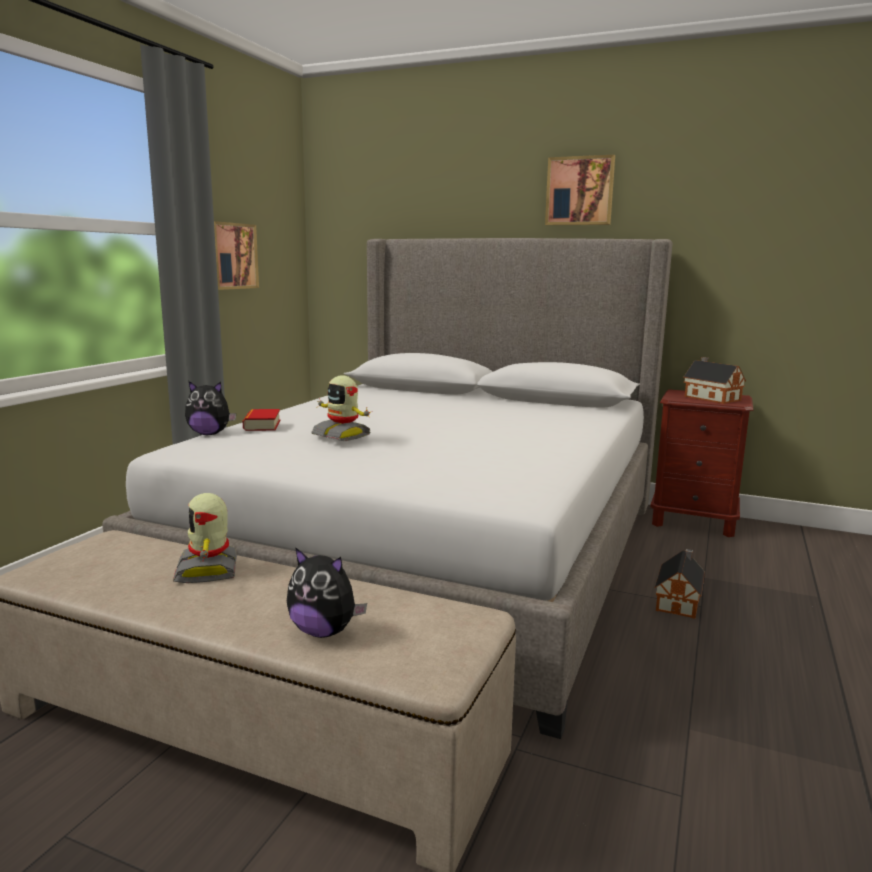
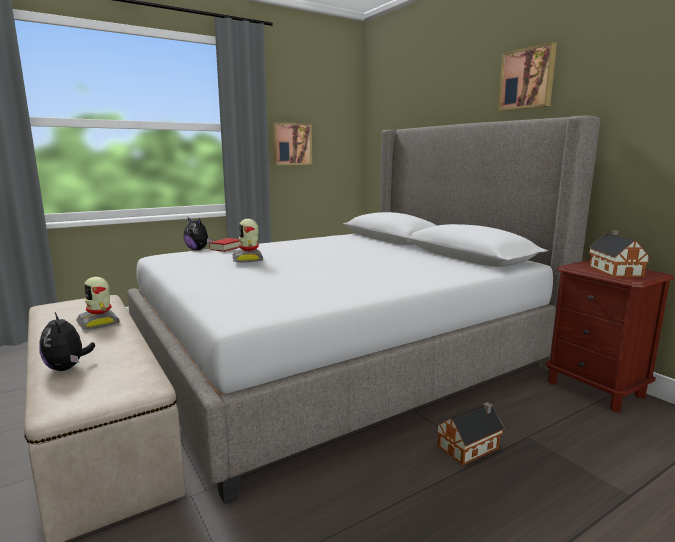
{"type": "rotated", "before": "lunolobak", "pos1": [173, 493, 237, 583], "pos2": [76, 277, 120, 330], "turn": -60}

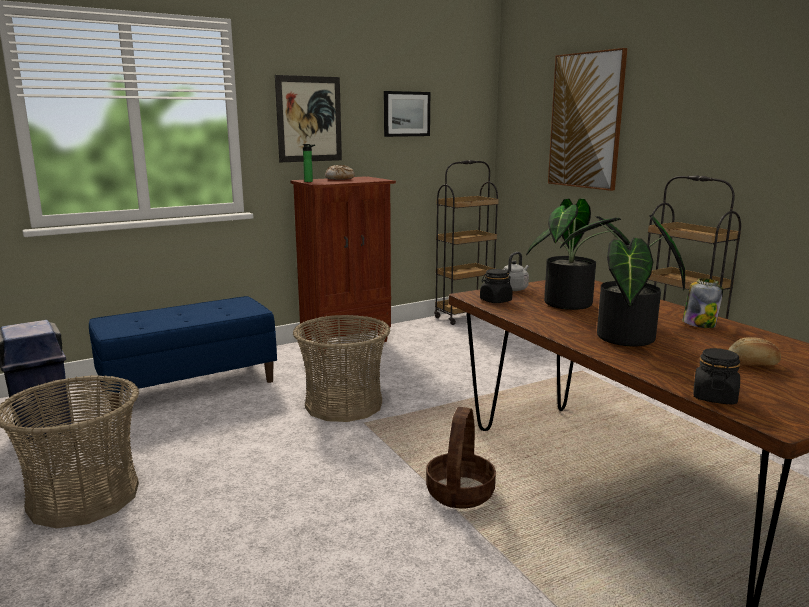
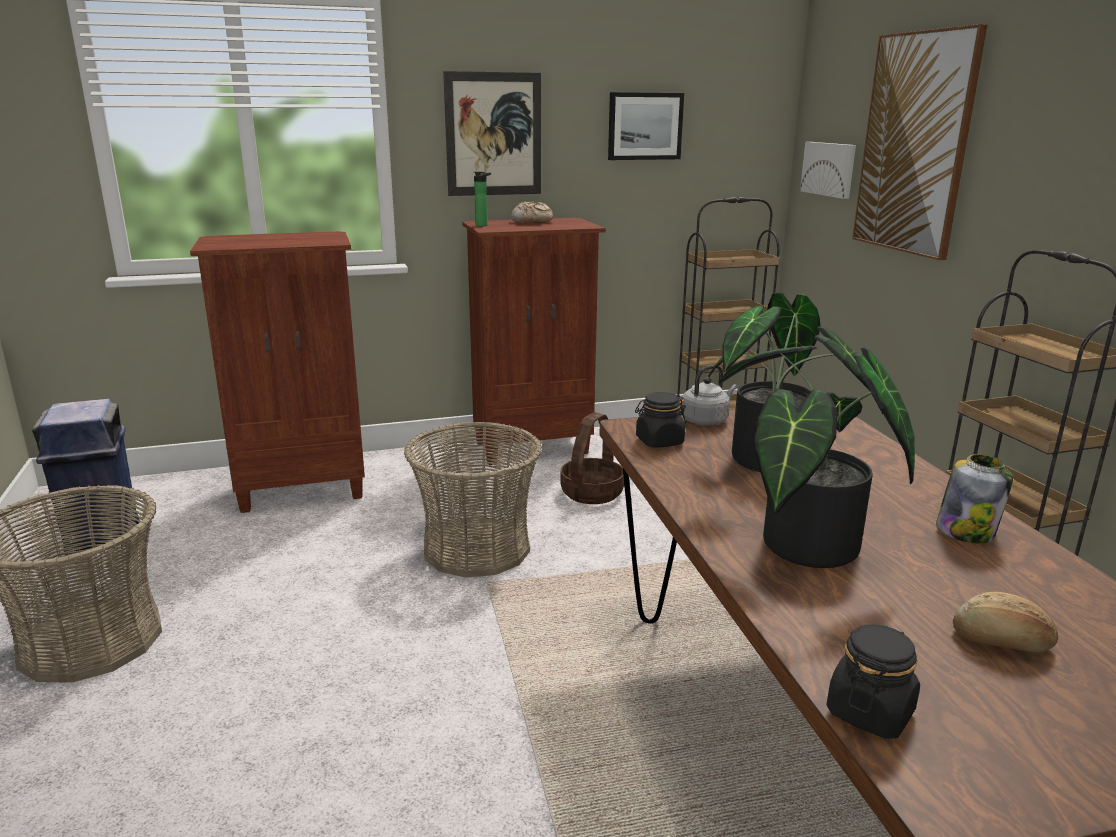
{"type": "swapped", "before": "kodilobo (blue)", "after": "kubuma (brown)", "pos1": [89, 296, 277, 417], "pos2": [190, 231, 365, 513]}
{"type": "shifted", "before": "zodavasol", "pos1": [426, 407, 496, 508], "pos2": [560, 412, 624, 504]}
{"type": "new", "after": "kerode", "pos2": [800, 142, 856, 199]}

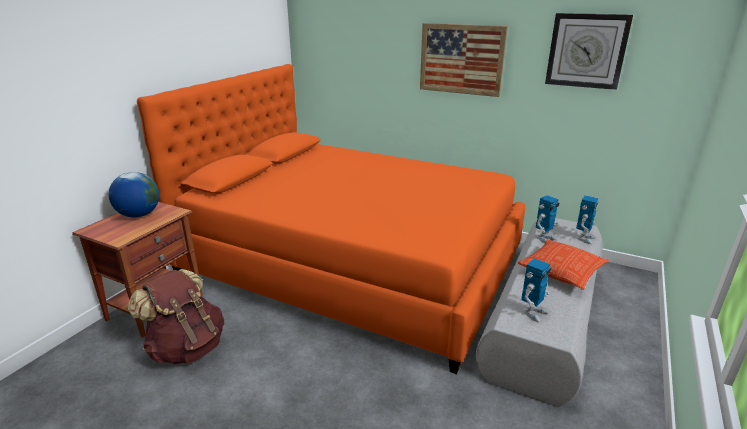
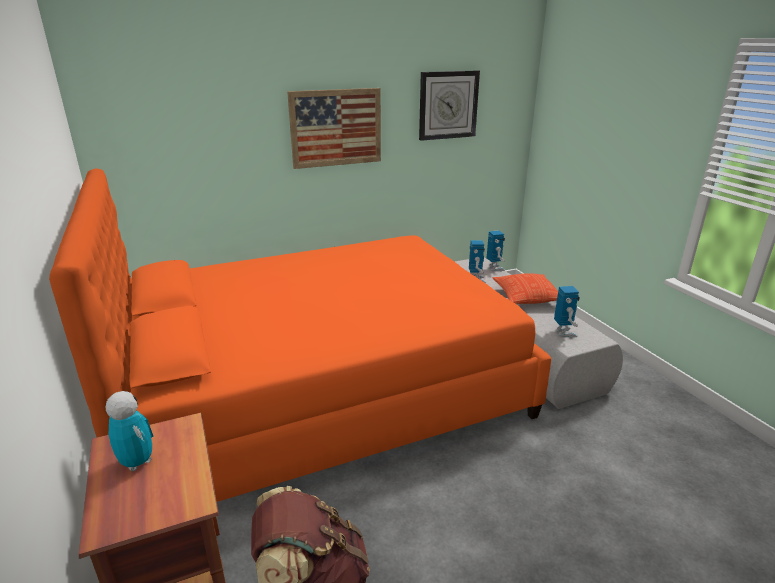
{"type": "swapped", "before": "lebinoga", "after": "lunolobak", "pos1": [109, 172, 160, 218], "pos2": [106, 391, 153, 471]}

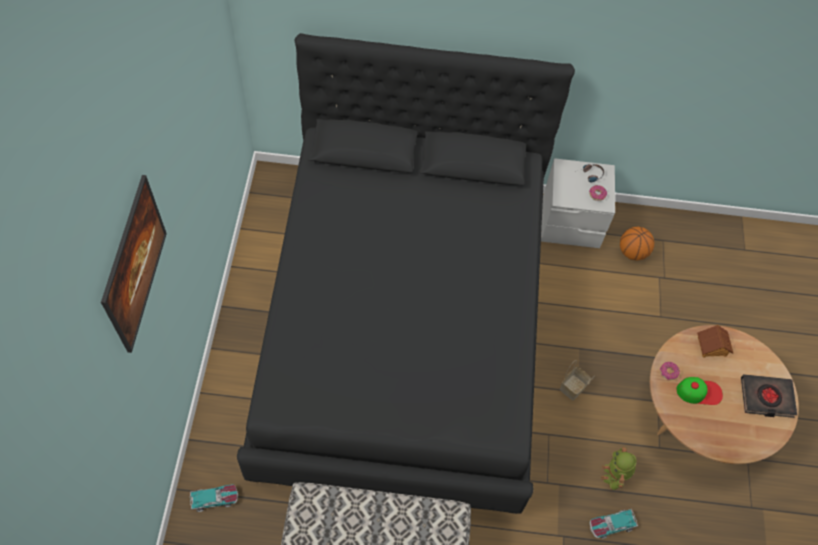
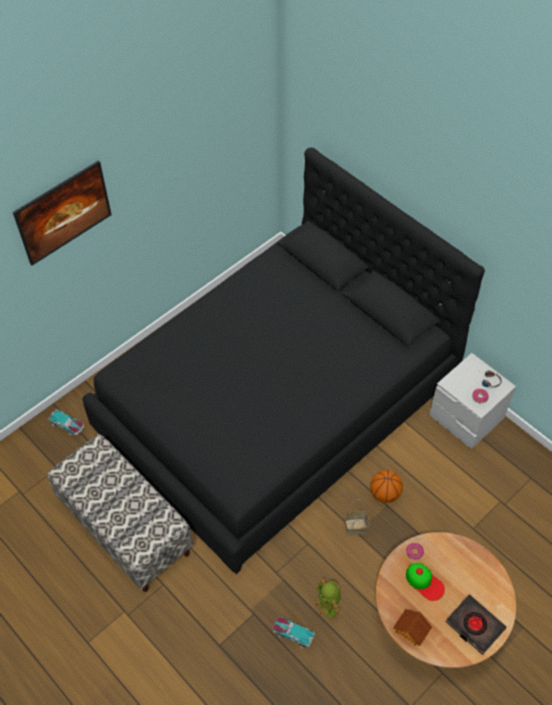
{"type": "rotated", "before": "lunolobak", "pos1": [601, 447, 637, 490], "pos2": [315, 579, 341, 619], "turn": -75}
{"type": "shifted", "before": "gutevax", "pos1": [620, 227, 654, 260], "pos2": [370, 470, 403, 503]}
{"type": "shifted", "before": "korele", "pos1": [697, 325, 733, 357], "pos2": [393, 609, 432, 646]}

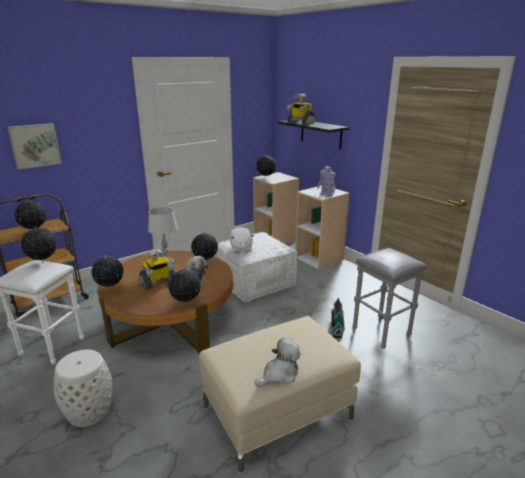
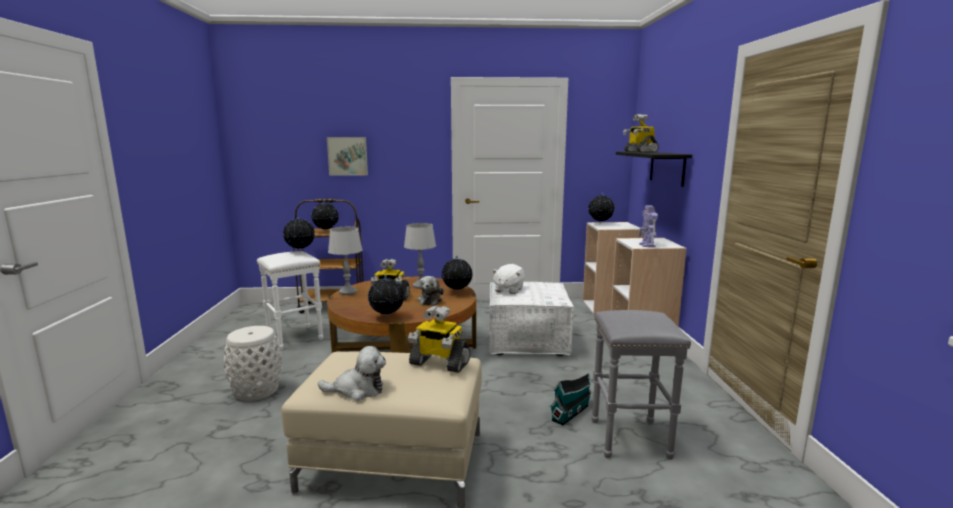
{"type": "swapped", "before": "lebinoga", "after": "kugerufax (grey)", "pos1": [91, 255, 124, 288], "pos2": [328, 227, 363, 295]}
{"type": "new", "after": "lunolobak", "pos2": [408, 305, 470, 373]}

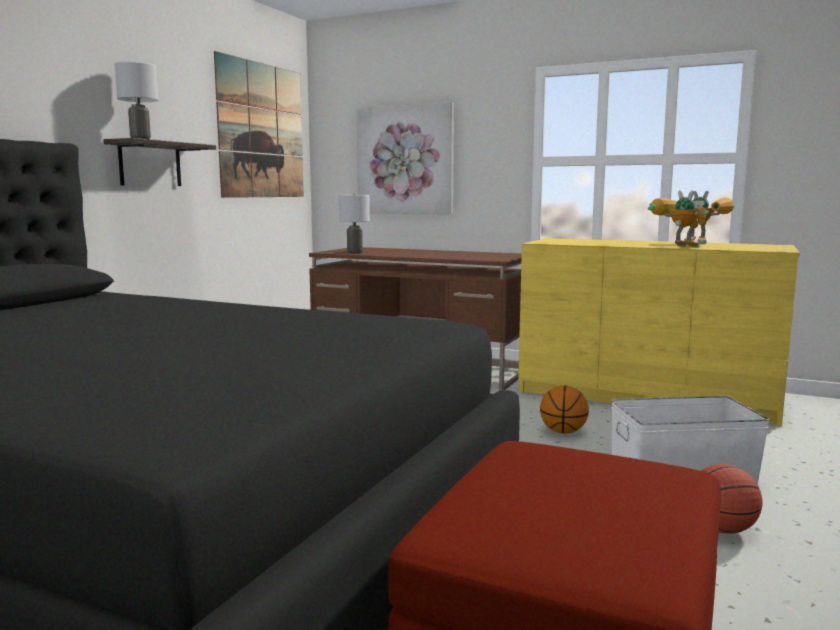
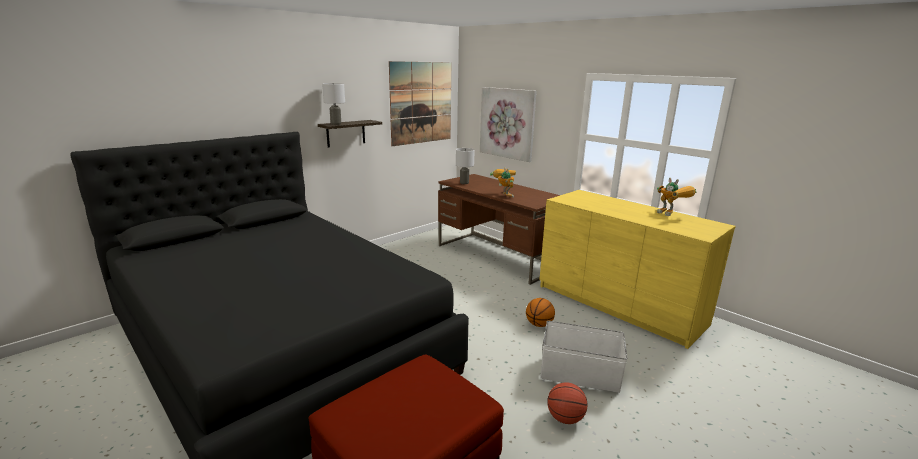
{"type": "shifted", "before": "lunolobak", "pos1": [648, 190, 709, 248], "pos2": [490, 167, 516, 198]}

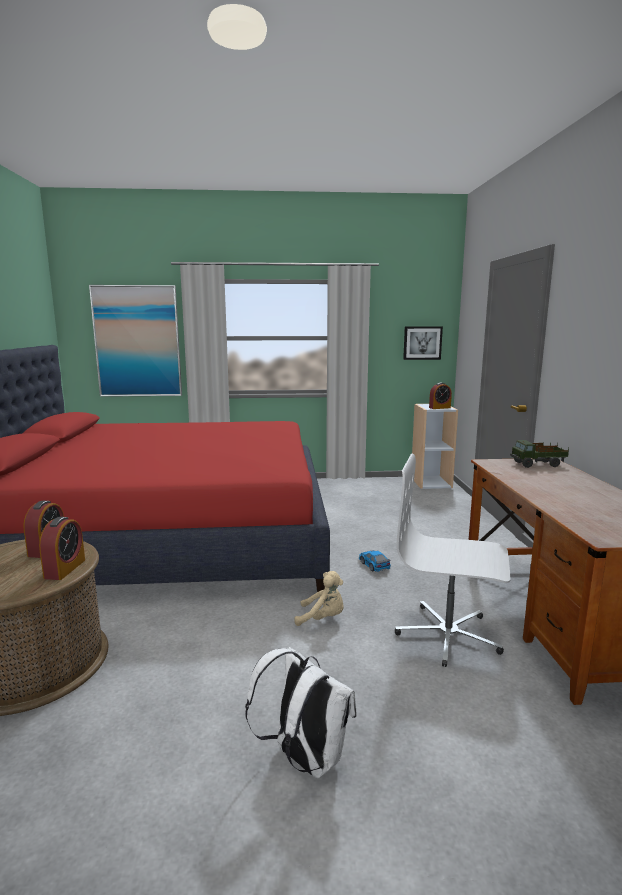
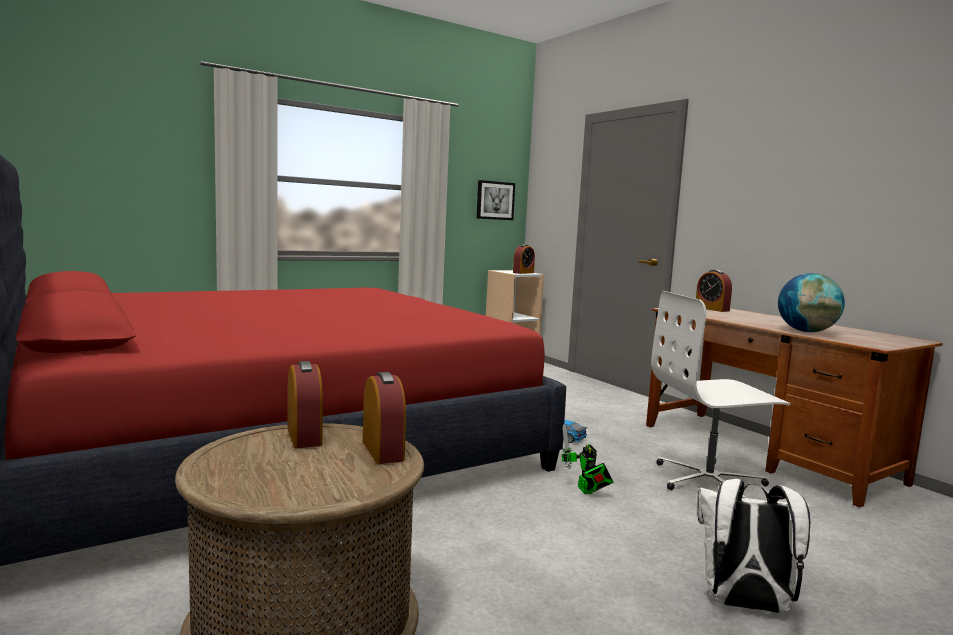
{"type": "swapped", "before": "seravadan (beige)", "after": "lunolobak", "pos1": [294, 571, 344, 626], "pos2": [562, 424, 613, 494]}
{"type": "swapped", "before": "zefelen", "after": "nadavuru", "pos1": [510, 440, 569, 468], "pos2": [696, 270, 732, 312]}
{"type": "new", "after": "lebinoga", "pos2": [778, 273, 845, 332]}
{"type": "gone", "before": "kerode", "pos1": [89, 285, 182, 397]}

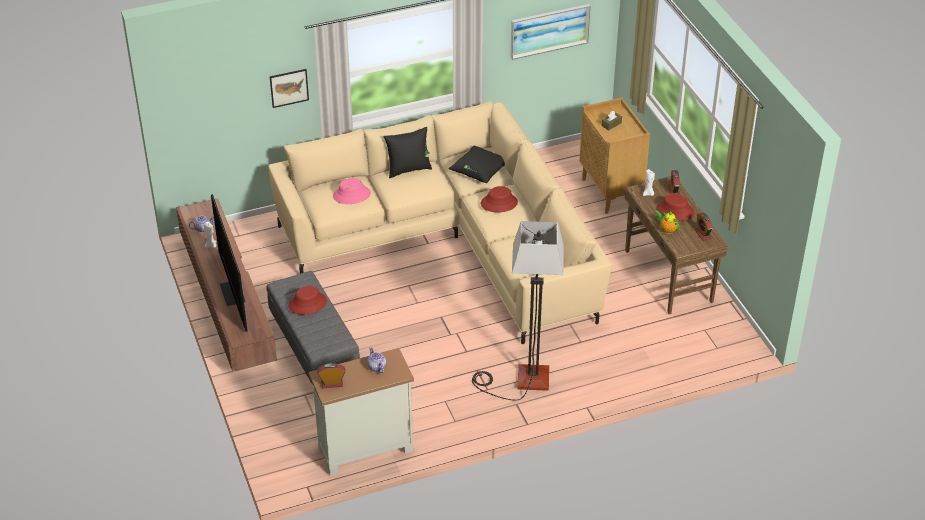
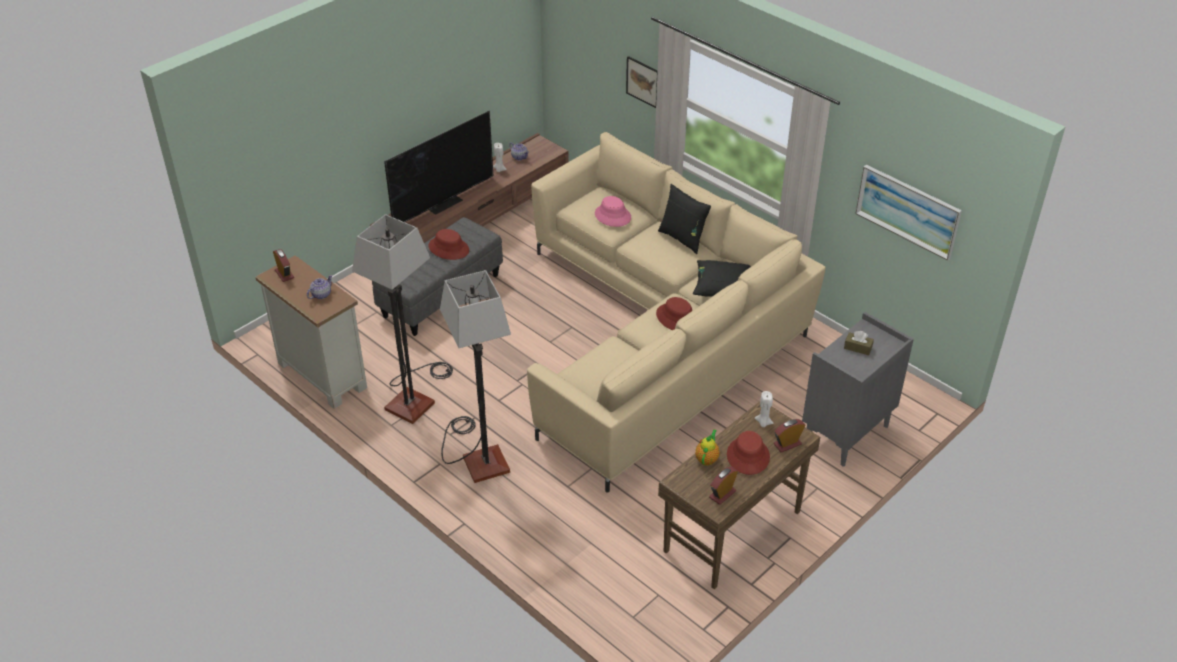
{"type": "new", "after": "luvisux", "pos2": [352, 214, 453, 424]}
{"type": "repainted", "before": "kubuma (brown)", "after": "kubuma (grey)", "pos1": [579, 97, 650, 214], "pos2": [802, 312, 914, 467]}

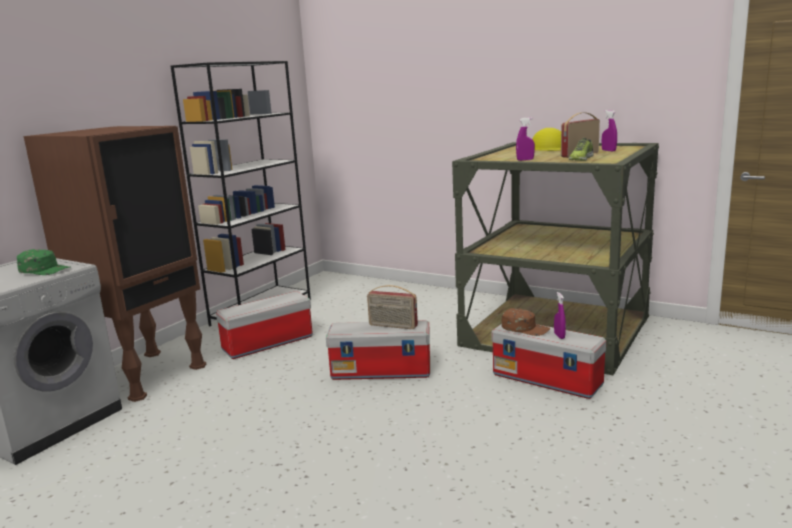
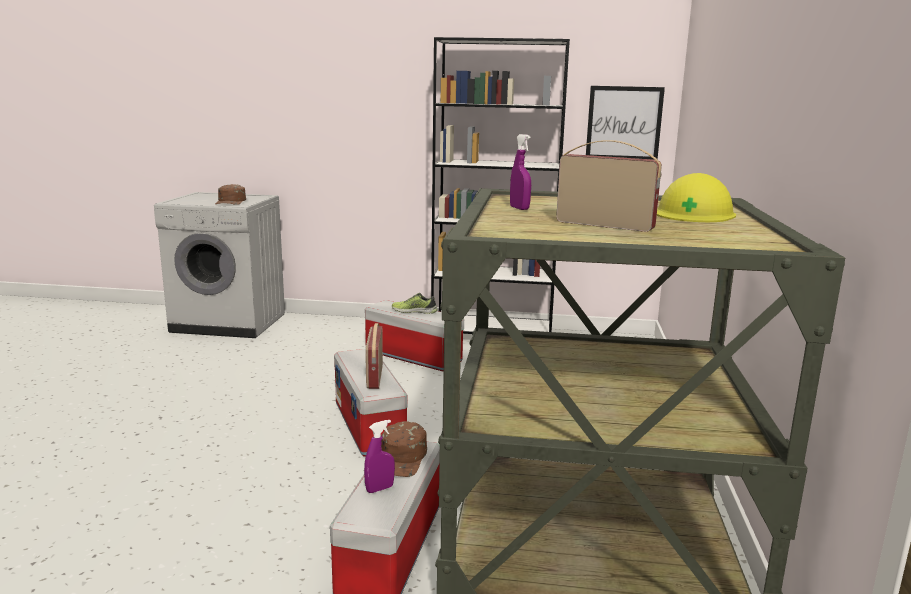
{"type": "repainted", "before": "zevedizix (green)", "after": "zevedizix (brown)", "pos1": [17, 249, 70, 275], "pos2": [215, 184, 246, 205]}
{"type": "shifted", "before": "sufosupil", "pos1": [569, 138, 594, 161], "pos2": [392, 293, 437, 314]}
{"type": "new", "after": "kerode", "pos2": [586, 86, 665, 160]}
{"type": "gone", "before": "kubuma (brown)", "pos1": [24, 126, 206, 402]}
{"type": "gone", "before": "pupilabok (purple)", "pos1": [602, 110, 617, 151]}

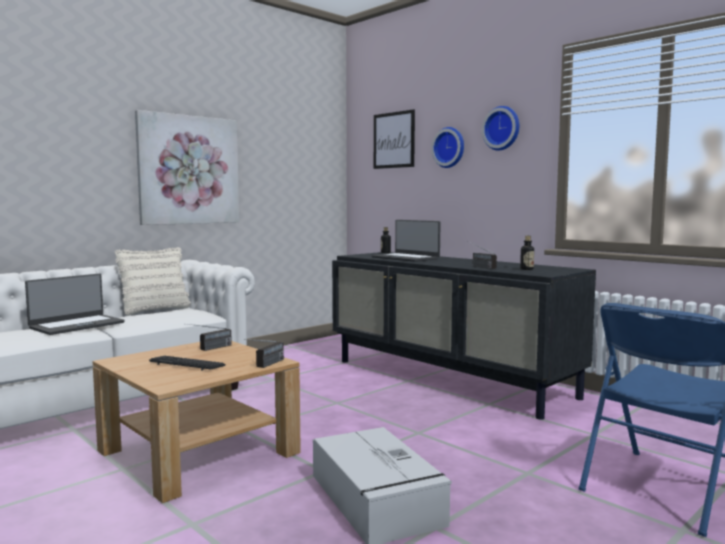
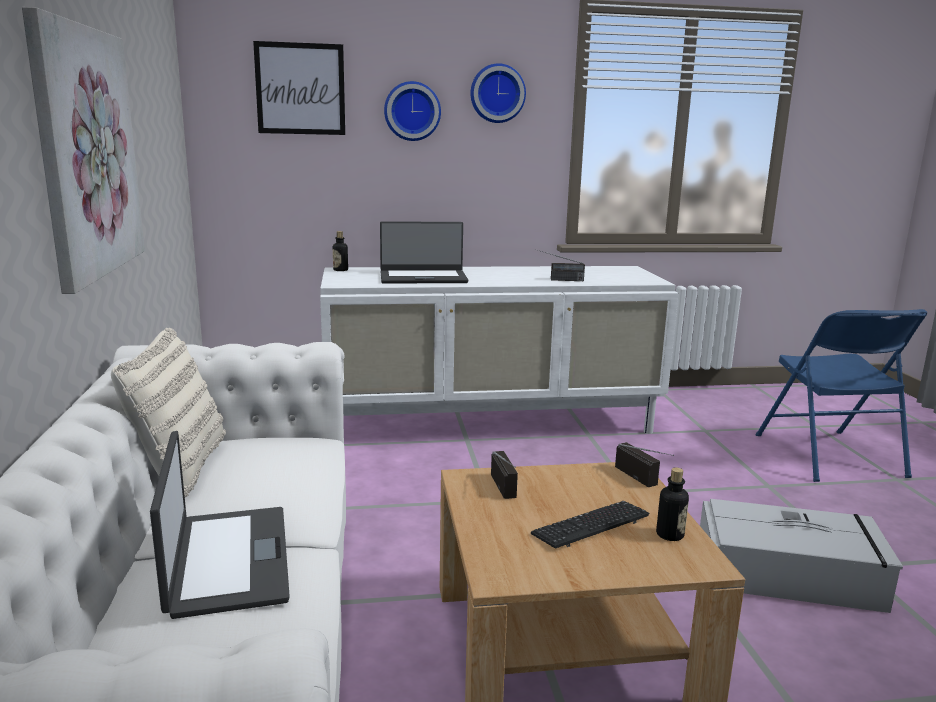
{"type": "repainted", "before": "kubuma (black)", "after": "kubuma (white)", "pos1": [332, 252, 596, 420], "pos2": [320, 266, 678, 434]}
{"type": "shifted", "before": "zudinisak", "pos1": [520, 236, 534, 270], "pos2": [656, 467, 689, 541]}

